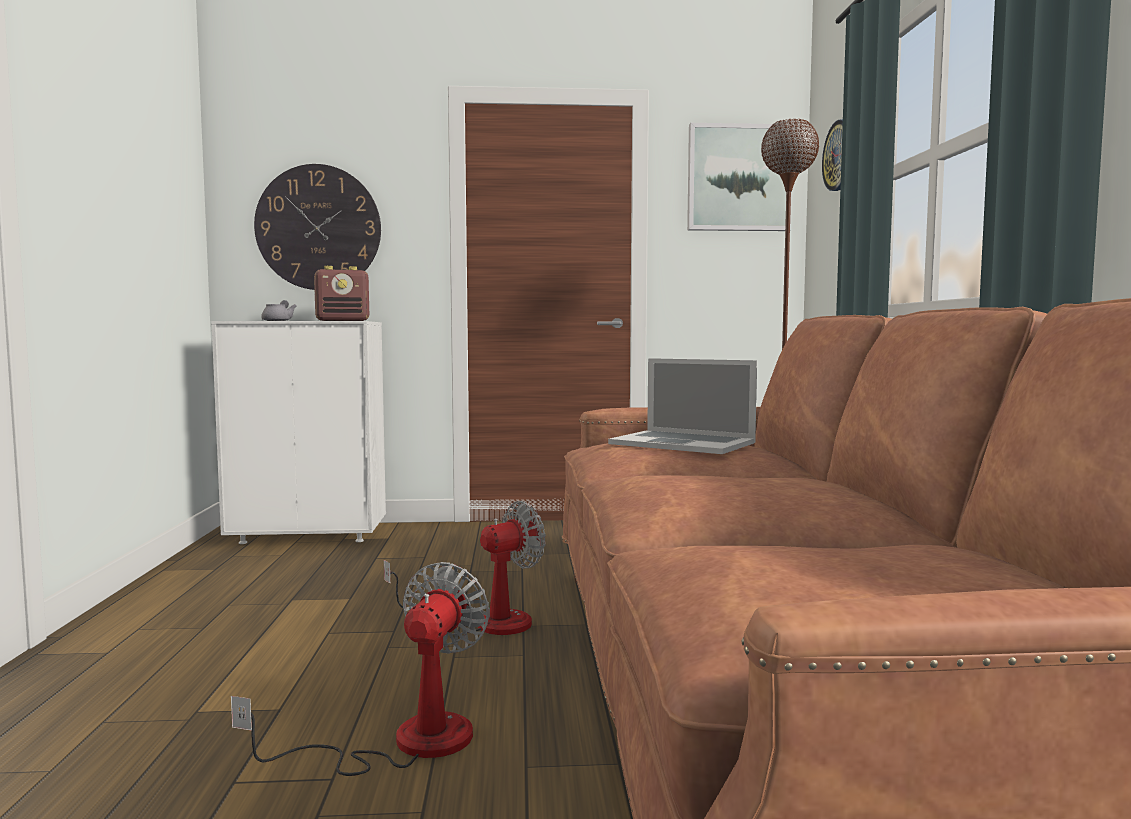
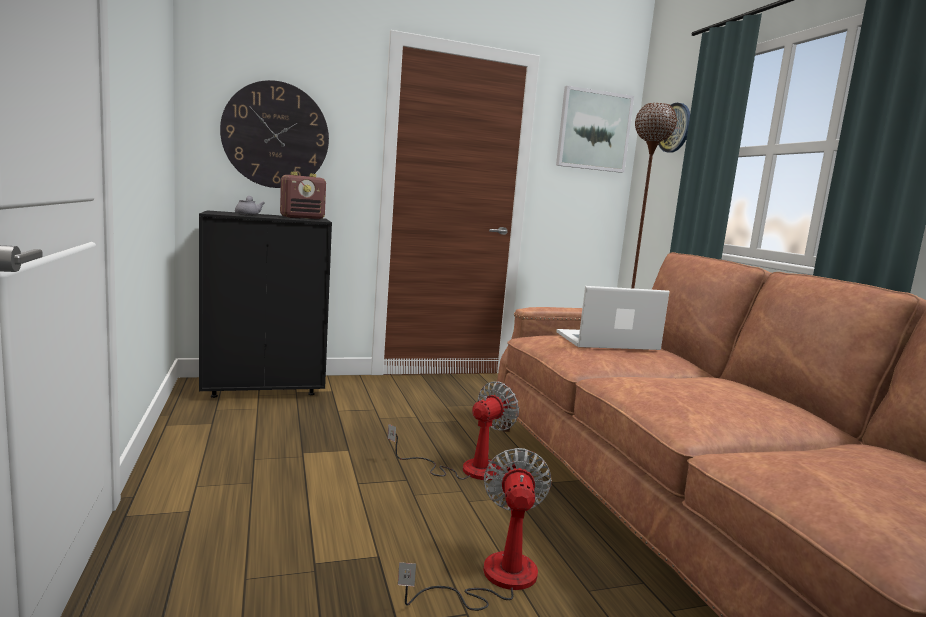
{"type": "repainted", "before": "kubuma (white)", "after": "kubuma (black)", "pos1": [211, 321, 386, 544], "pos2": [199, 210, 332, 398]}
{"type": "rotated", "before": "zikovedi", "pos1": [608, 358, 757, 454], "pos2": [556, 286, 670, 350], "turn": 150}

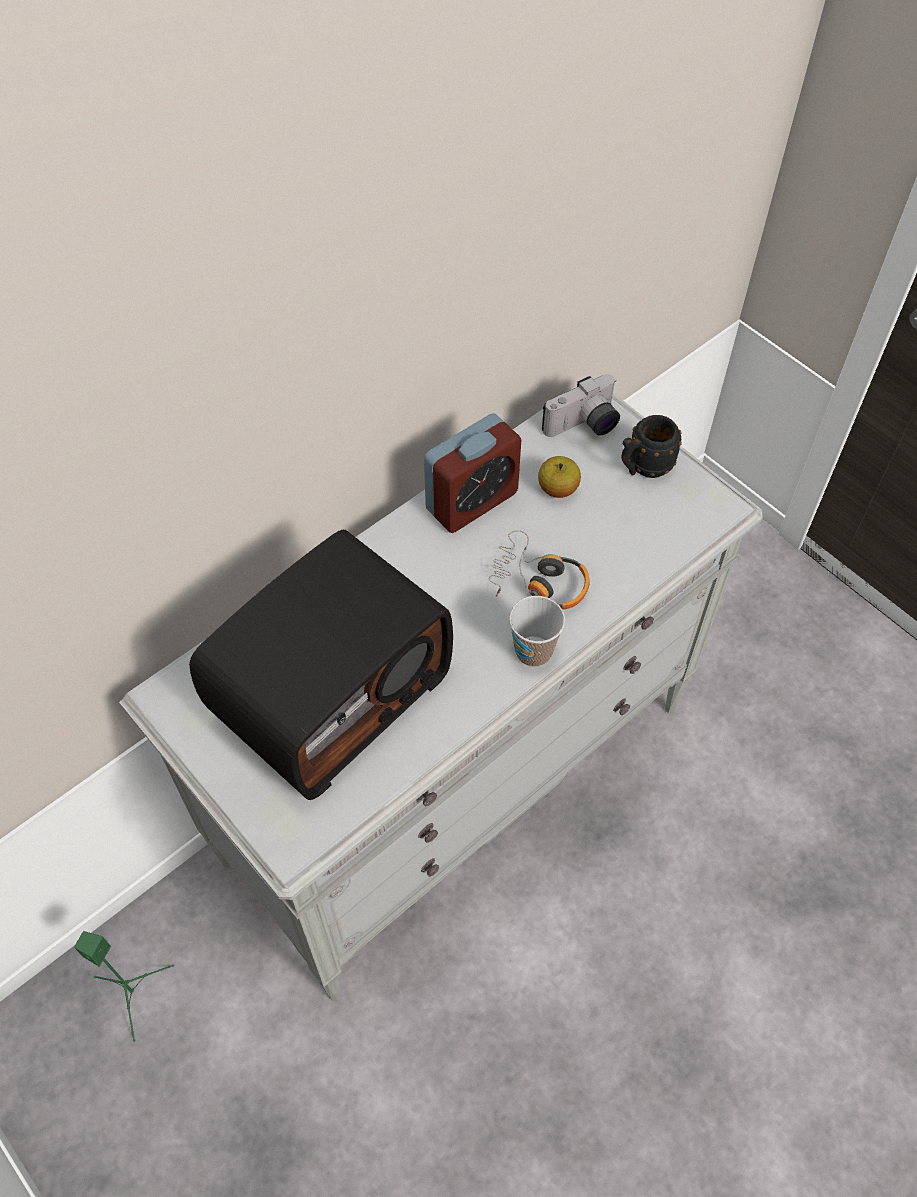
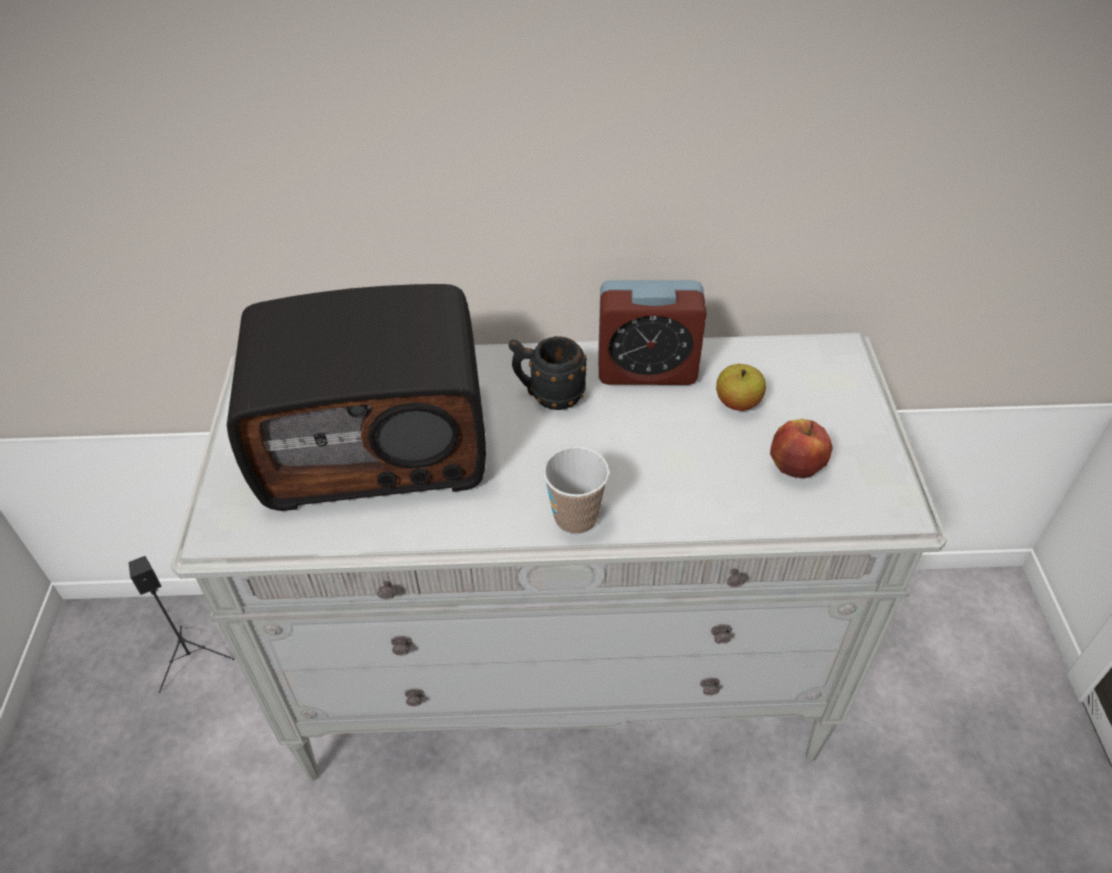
{"type": "repainted", "before": "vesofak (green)", "after": "vesofak (black)", "pos1": [74, 931, 174, 1042], "pos2": [129, 556, 234, 693]}
{"type": "shifted", "before": "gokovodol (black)", "pos1": [621, 415, 682, 478], "pos2": [509, 336, 587, 410]}
{"type": "new", "after": "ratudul", "pos2": [770, 419, 833, 479]}
{"type": "gone", "before": "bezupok", "pos1": [489, 530, 590, 609]}
{"type": "gone", "before": "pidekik", "pos1": [542, 374, 620, 437]}

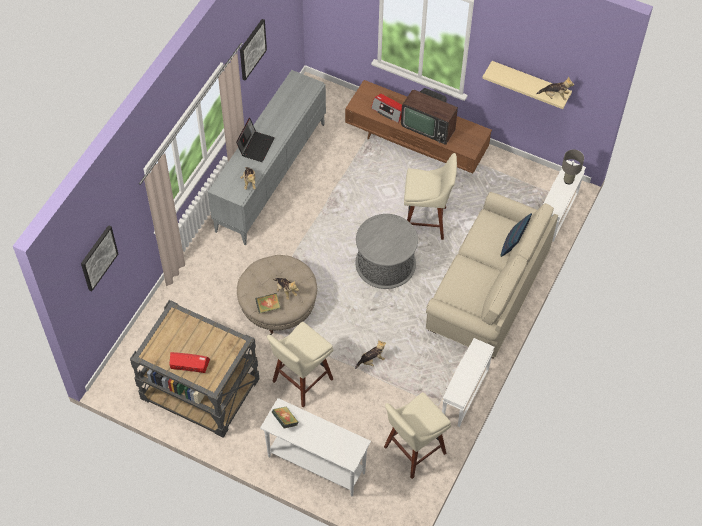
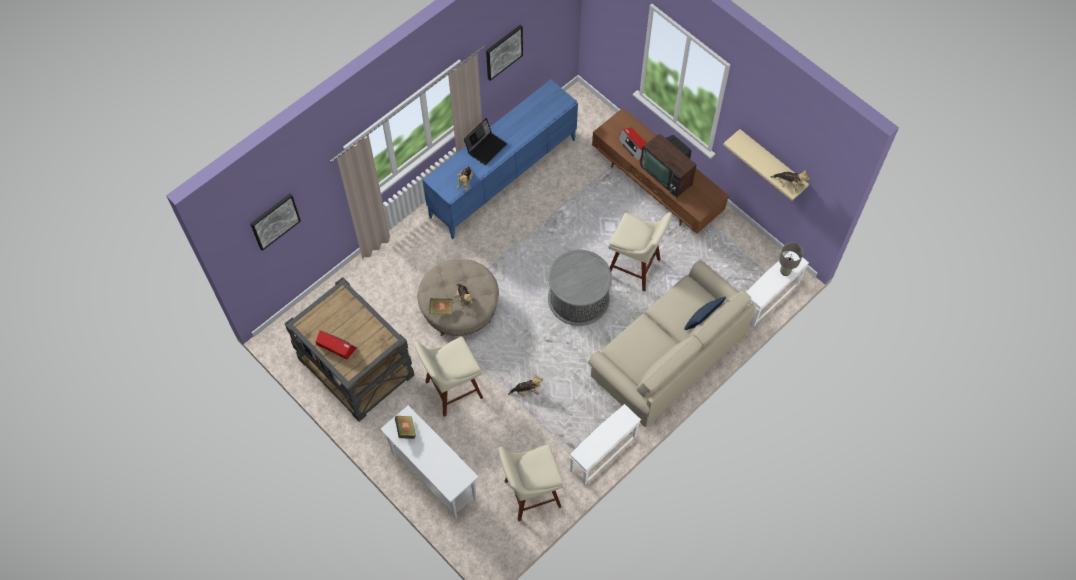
{"type": "repainted", "before": "kubuma (grey)", "after": "kubuma (blue)", "pos1": [208, 70, 326, 245], "pos2": [423, 80, 578, 239]}

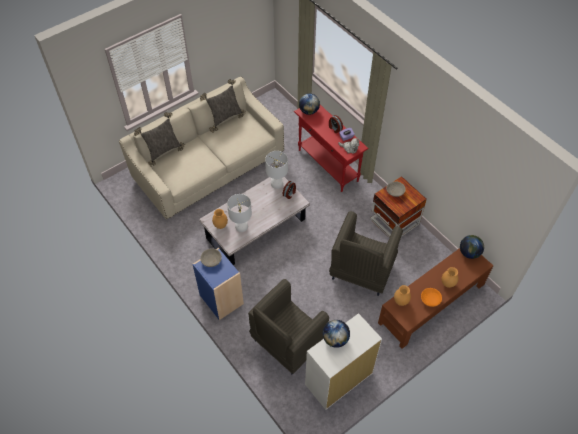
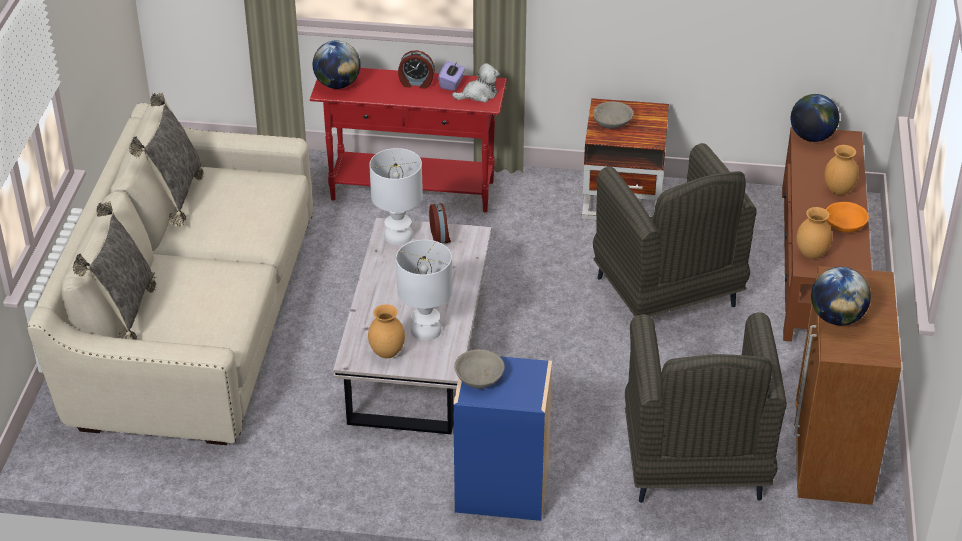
{"type": "repainted", "before": "kubuma (white)", "after": "kubuma (brown)", "pos1": [305, 313, 382, 410], "pos2": [794, 266, 902, 505]}

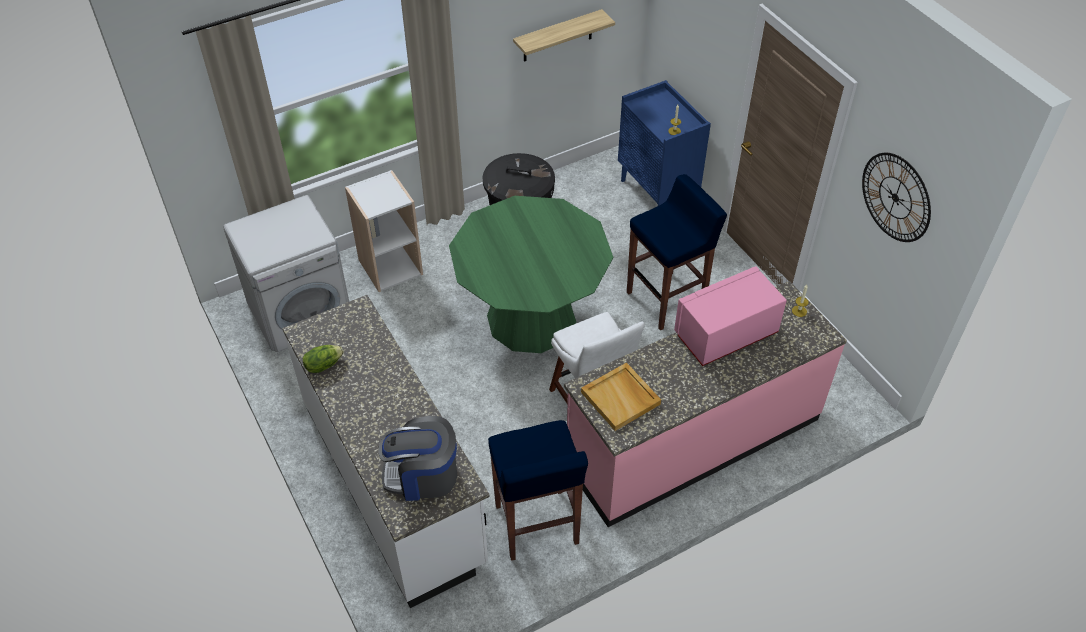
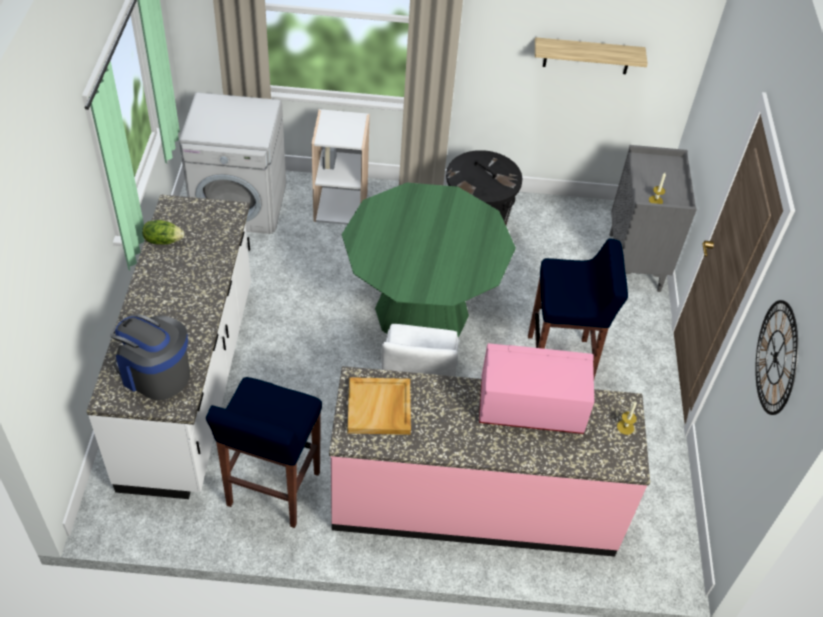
{"type": "repainted", "before": "kubuma (blue)", "after": "kubuma (grey)", "pos1": [618, 80, 711, 206], "pos2": [609, 145, 697, 292]}

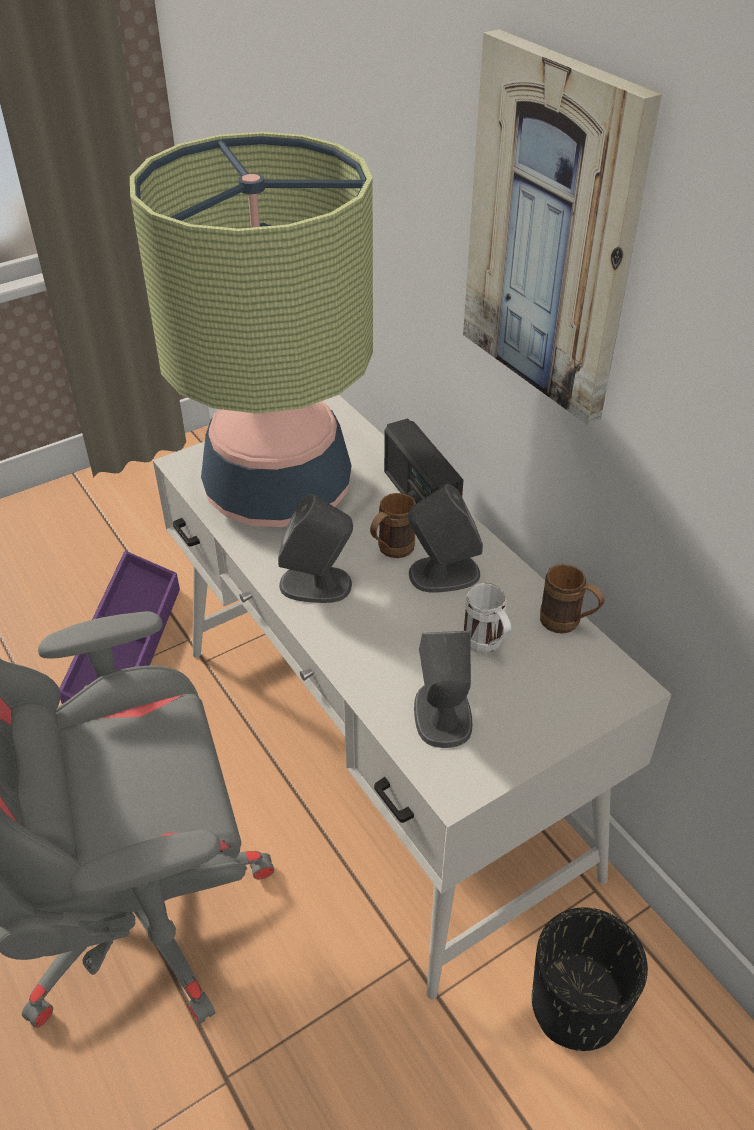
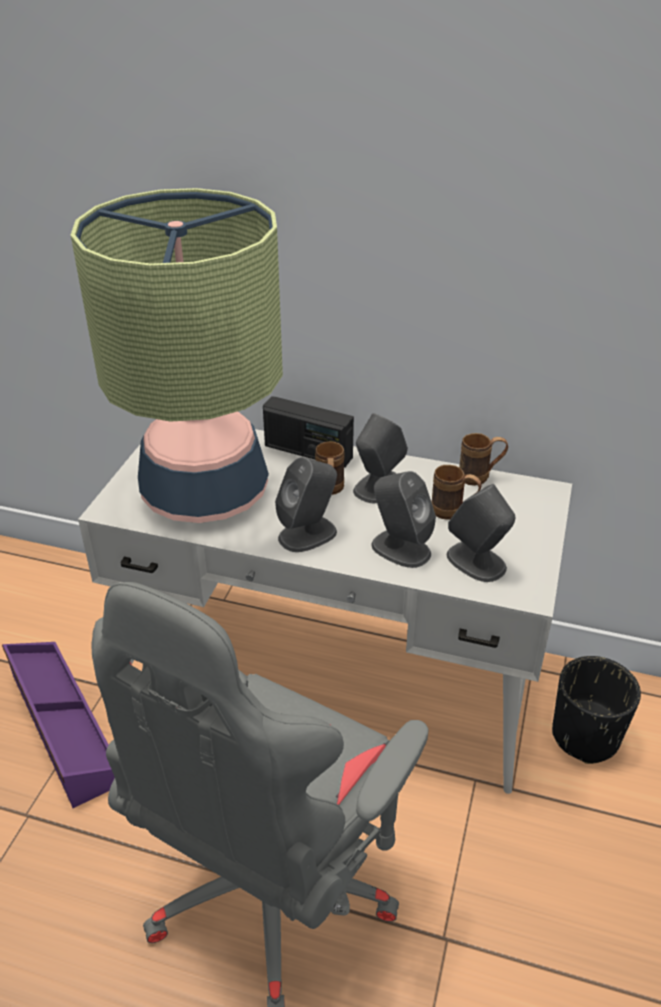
{"type": "new", "after": "vesofak (grey)", "pos2": [372, 471, 436, 568]}
{"type": "repainted", "before": "gokovodol (white)", "after": "gokovodol (brown)", "pos1": [463, 583, 511, 654], "pos2": [431, 465, 482, 520]}
{"type": "gone", "before": "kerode", "pos1": [463, 29, 662, 425]}

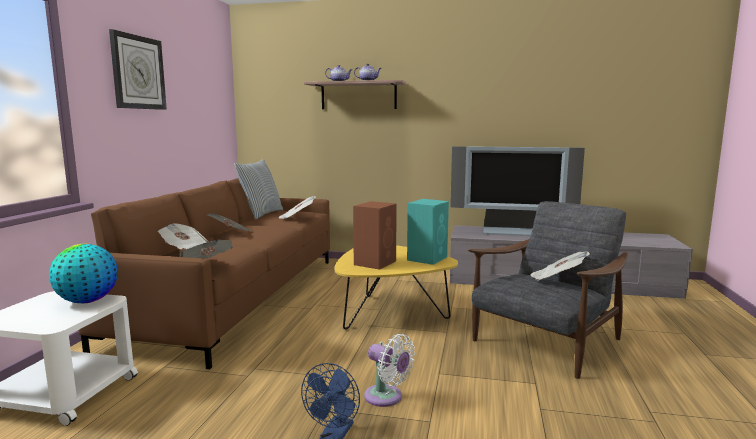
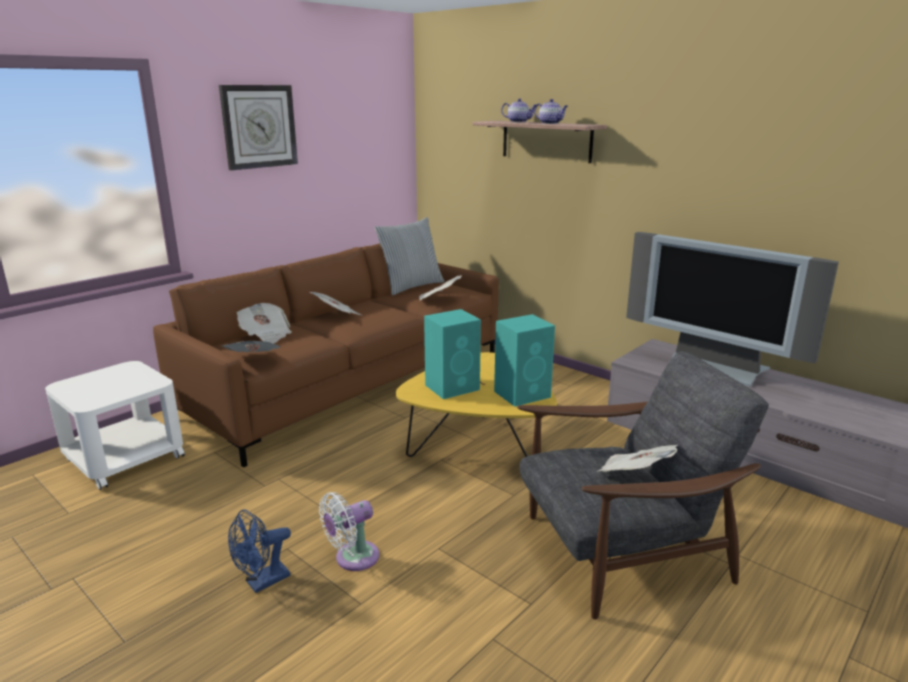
{"type": "rotated", "before": "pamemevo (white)", "pos1": [364, 334, 415, 407], "pos2": [319, 492, 379, 571], "turn": 75}
{"type": "repainted", "before": "vesofak (brown)", "after": "vesofak (turquoise)", "pos1": [353, 201, 397, 270], "pos2": [424, 309, 481, 399]}
{"type": "gone", "before": "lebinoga", "pos1": [49, 244, 118, 303]}

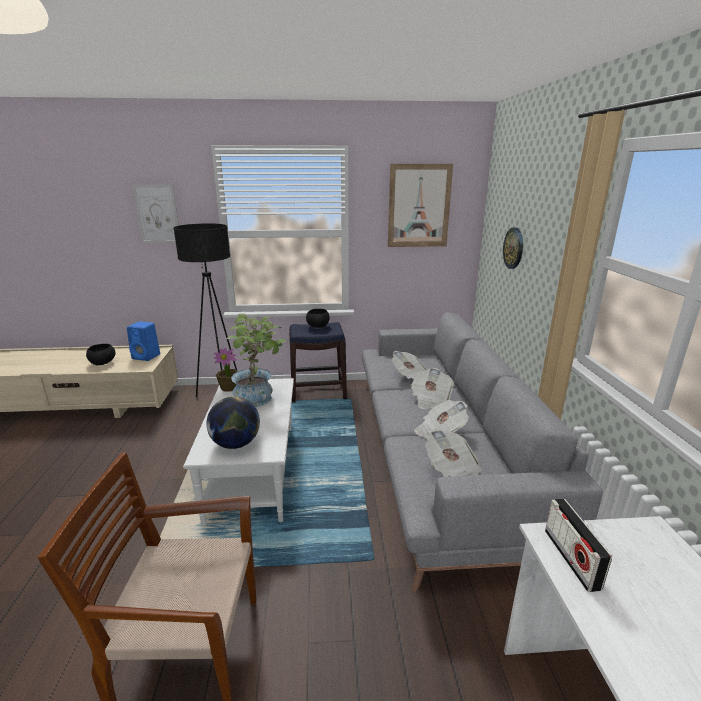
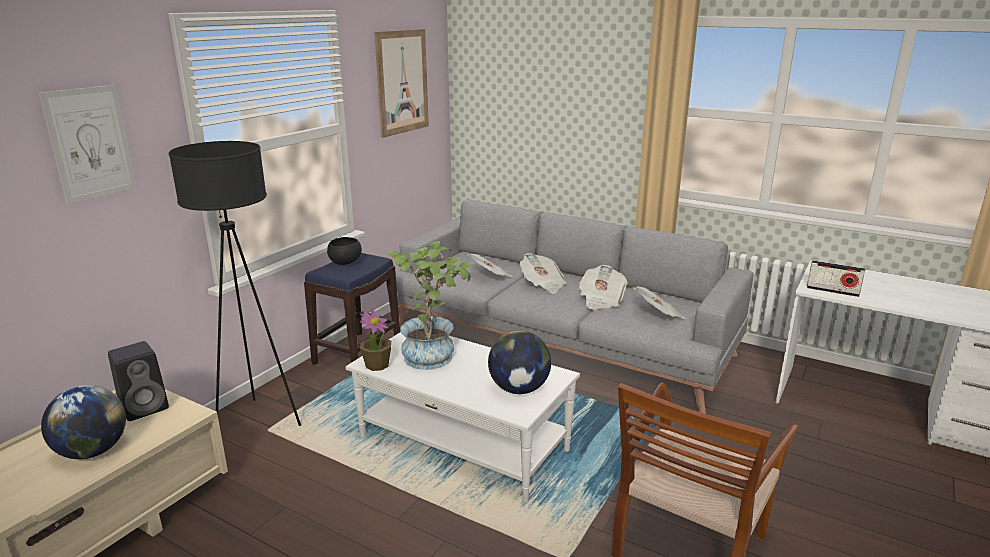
{"type": "swapped", "before": "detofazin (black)", "after": "lebinoga", "pos1": [86, 344, 116, 365], "pos2": [41, 385, 126, 459]}
{"type": "repainted", "before": "vesofak (blue)", "after": "vesofak (black)", "pos1": [127, 321, 160, 361], "pos2": [108, 341, 169, 421]}
{"type": "gone", "before": "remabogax", "pos1": [503, 228, 523, 269]}

